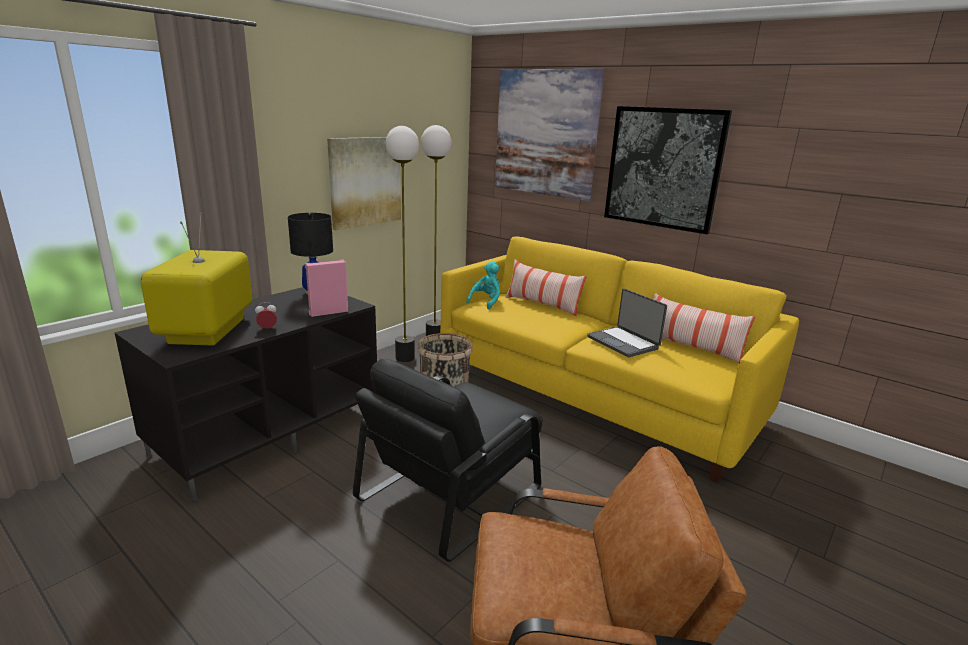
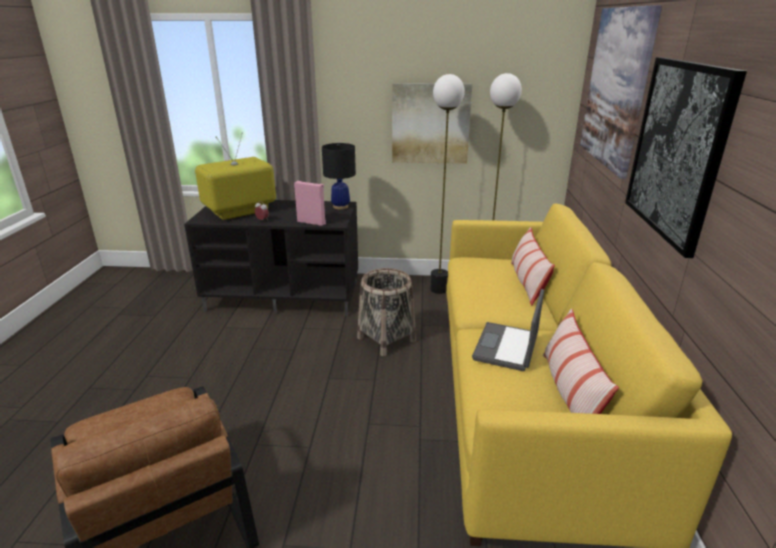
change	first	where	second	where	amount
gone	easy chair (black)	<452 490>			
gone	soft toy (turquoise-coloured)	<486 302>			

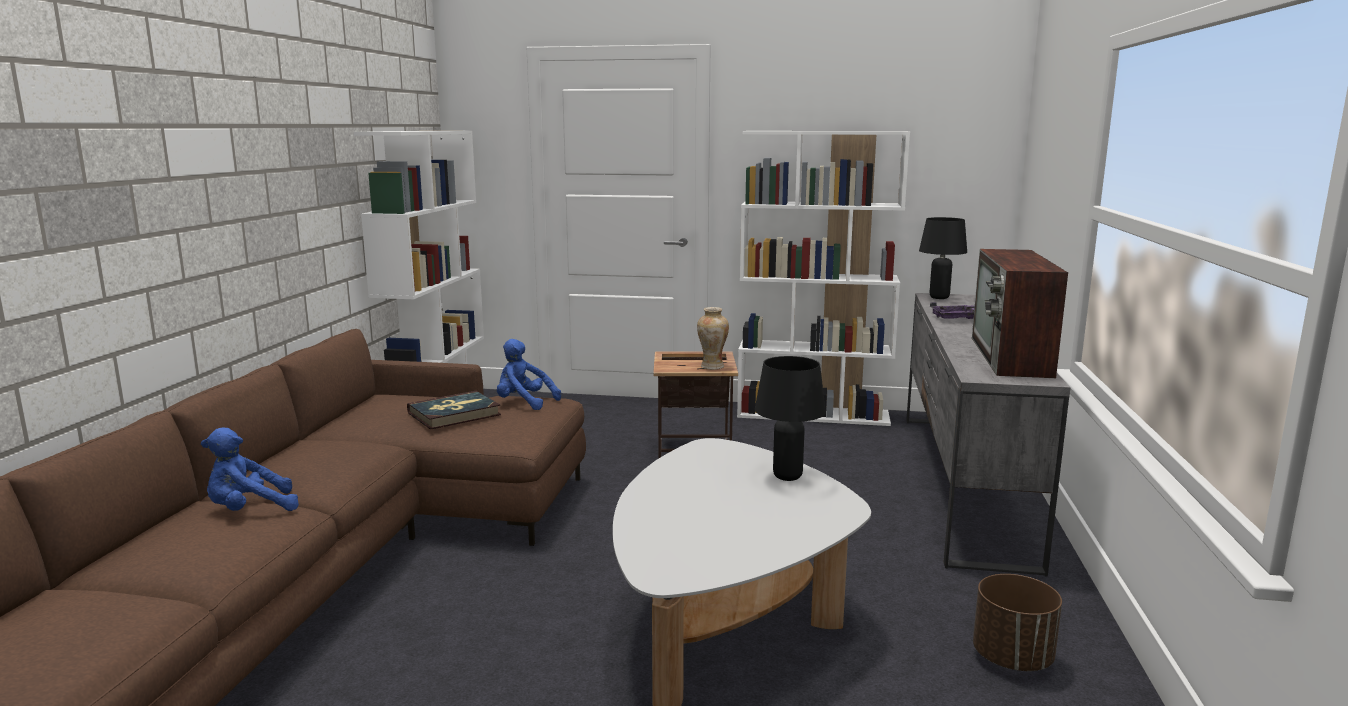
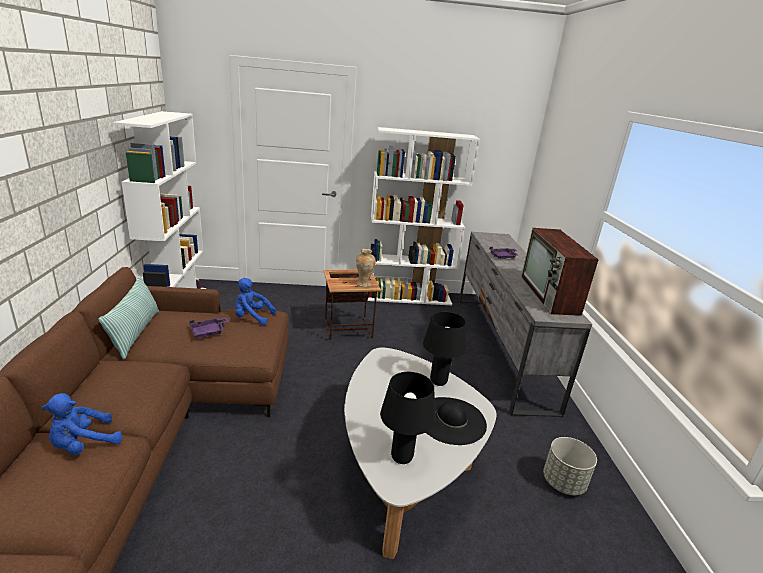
change	first	where	second	where	amount
swapped	volume	<454 414>	tray (purple-coloured)	<209 332>	
shifted	table lamp (black)	<938 297>		<401 457>	
repainted	plant pot (brown)	<1012 658>	plant pot (grey)	<563 482>	
new			throw pillow	<135 333>	
new			hat (black)	<451 420>	

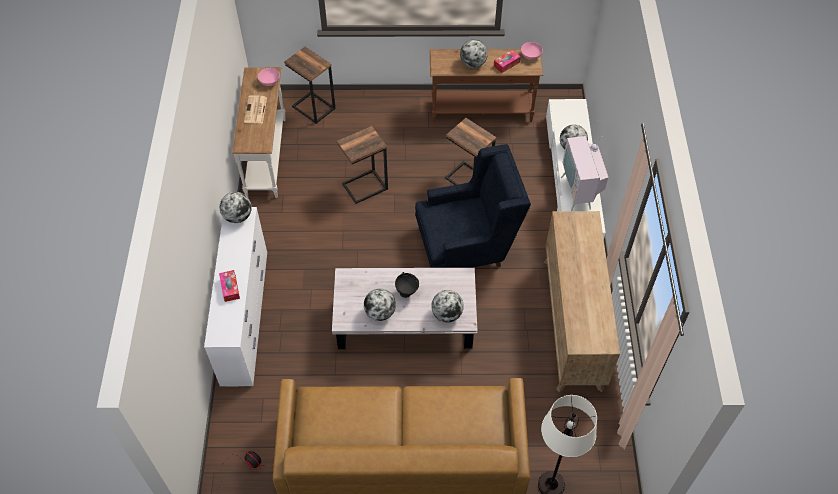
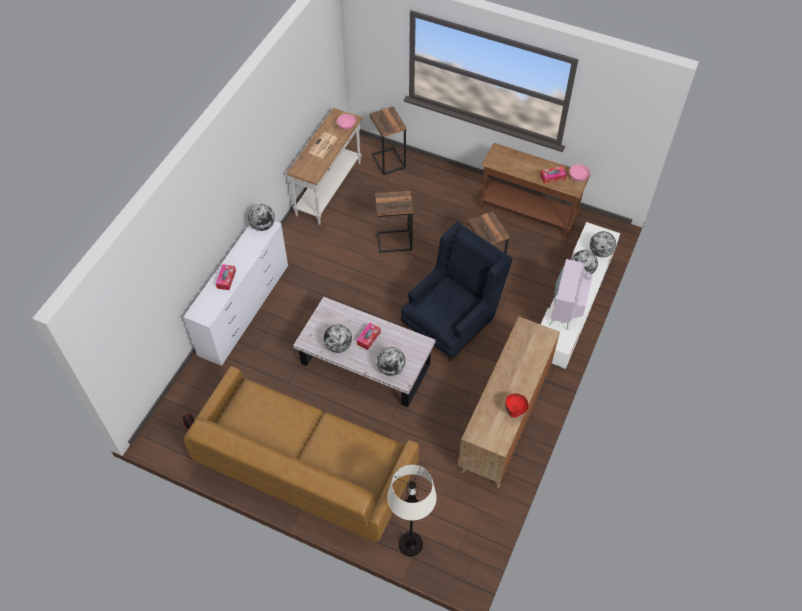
change	first	where	second	where	amount
swapped	bowl (black)	<407 292>	tissue holder	<368 338>	
rotated	easy chair (blue)	<467 245>		<452 321>	60 degrees counterclockwise
shifted	globe	<473 64>		<600 252>	
new			bowl (red-coloured)	<514 412>	

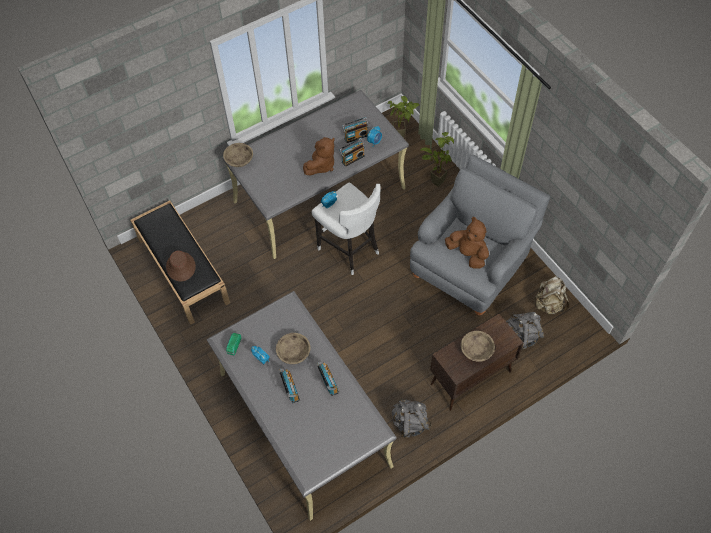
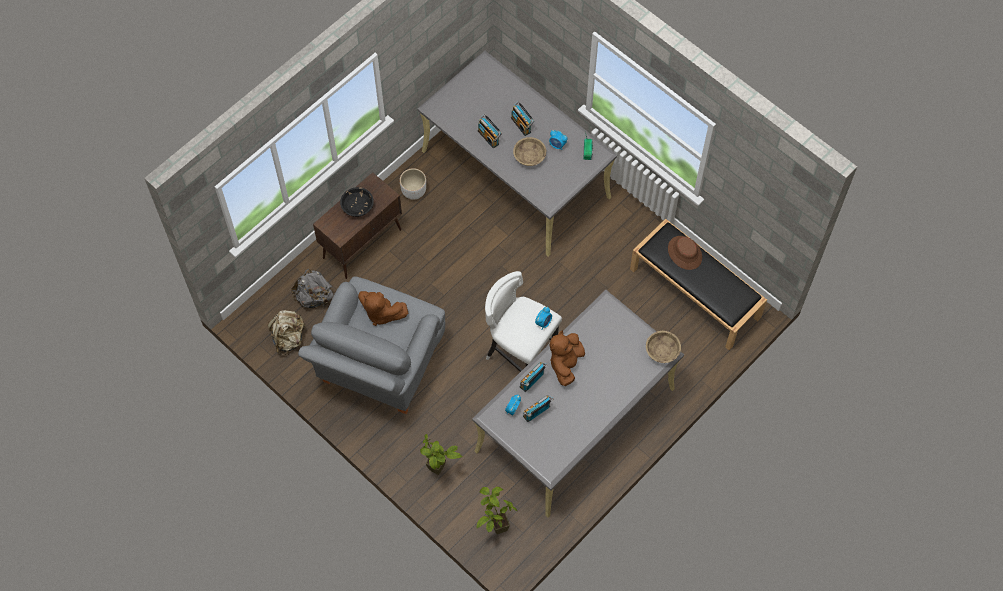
change	first	where	second	where	amount
swapped	backpack (grey)	<410 423>	plant pot (white)	<414 191>	
repainted	bowl (beige-coloured)	<476 350>	bowl (black)	<357 206>	

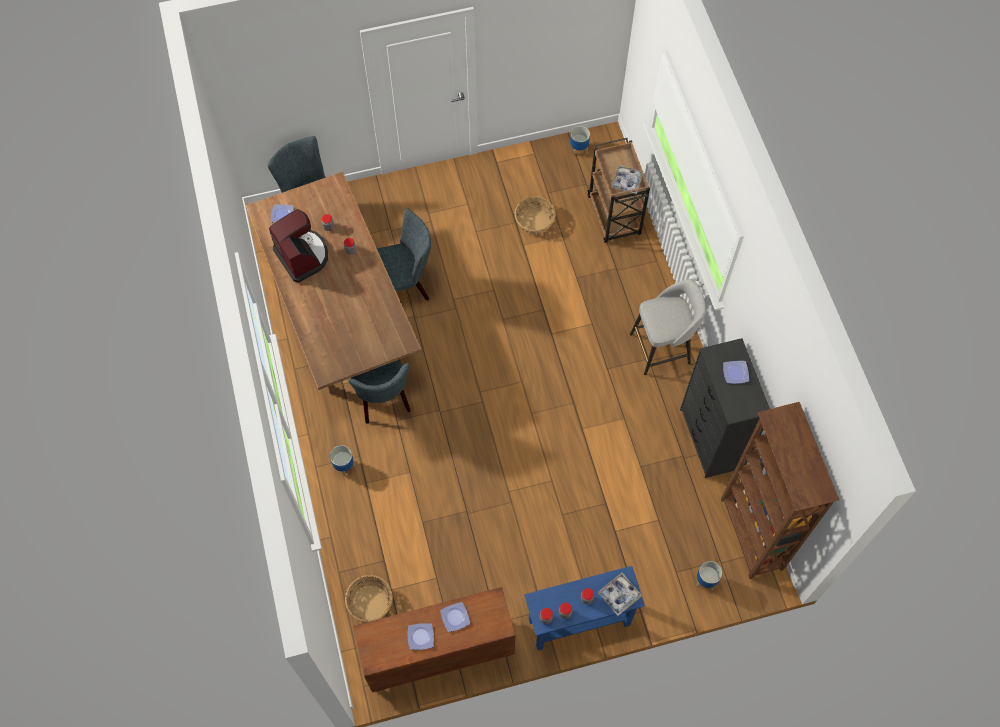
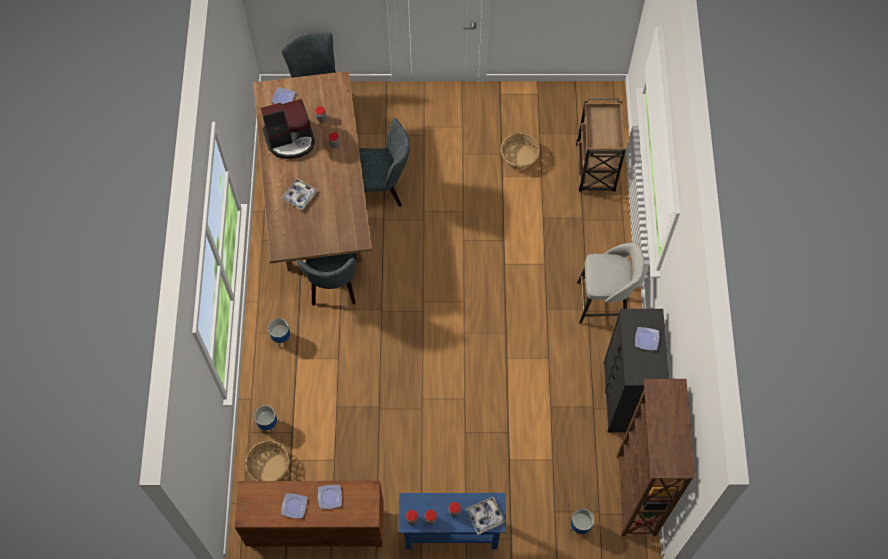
change	first	where	second	where	amount
rotated	coffee maker	<302 256>		<290 139>	90 degrees clockwise
shifted	plant pot	<579 149>		<268 424>	
shifted	tray	<627 181>		<299 196>	

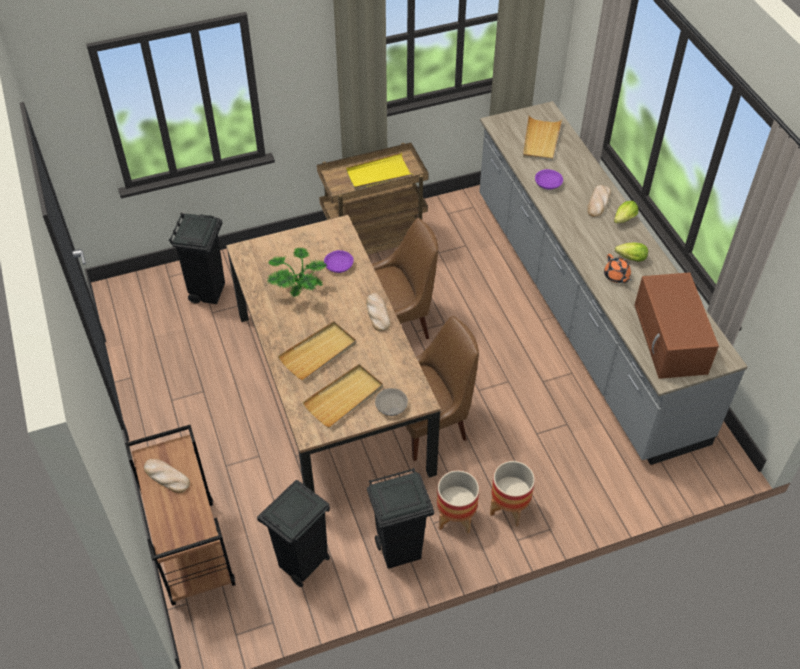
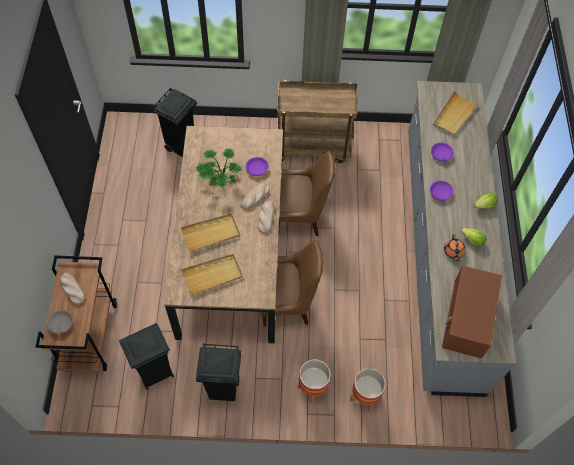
change	first	where	second	where	amount
gone	tray (yellow)	<378 174>			
shifted	bowl (grey)	<391 406>		<61 324>	
shifted	plant pot	<455 518>		<365 397>	
shifted	baked bread	<598 202>		<255 197>	
new			bowl (purple-coloured)	<440 193>	

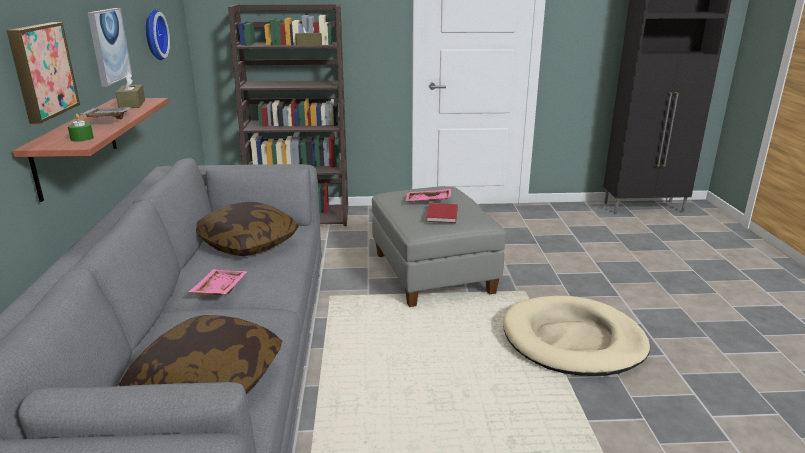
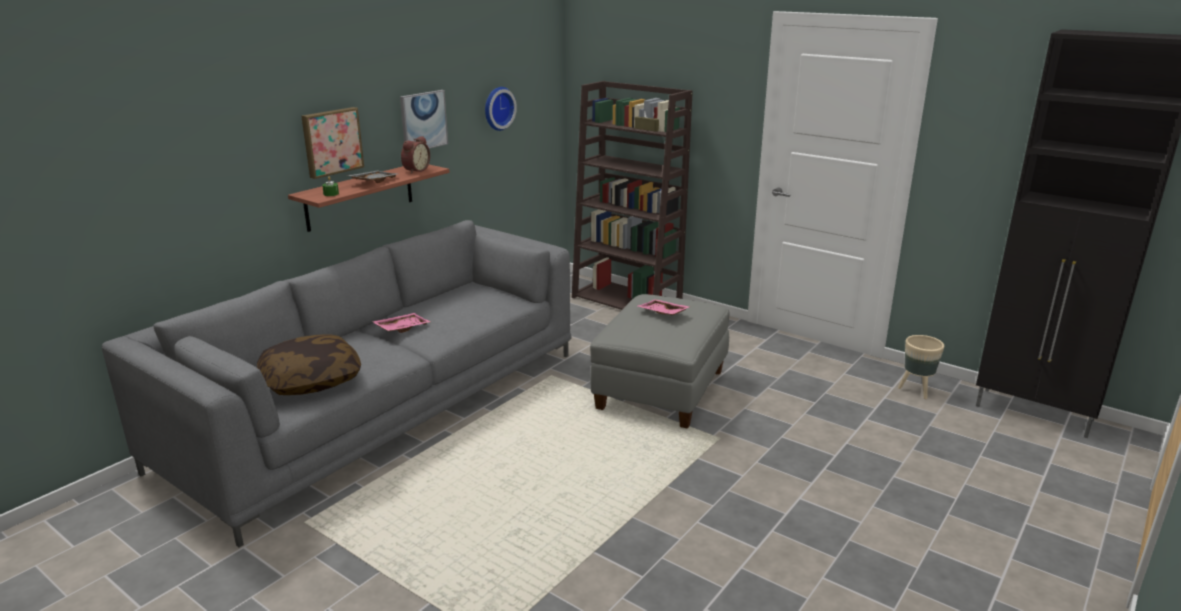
change	first	where	second	where	amount
swapped	tissue holder (brown)	<132 104>	bedside clock	<415 170>	
gone	throw pillow	<248 244>			
gone	volume (red-coloured)	<441 215>			
gone	pet bed (beige-coloured)	<573 341>			
new			plant pot (beige-coloured)	<916 391>	

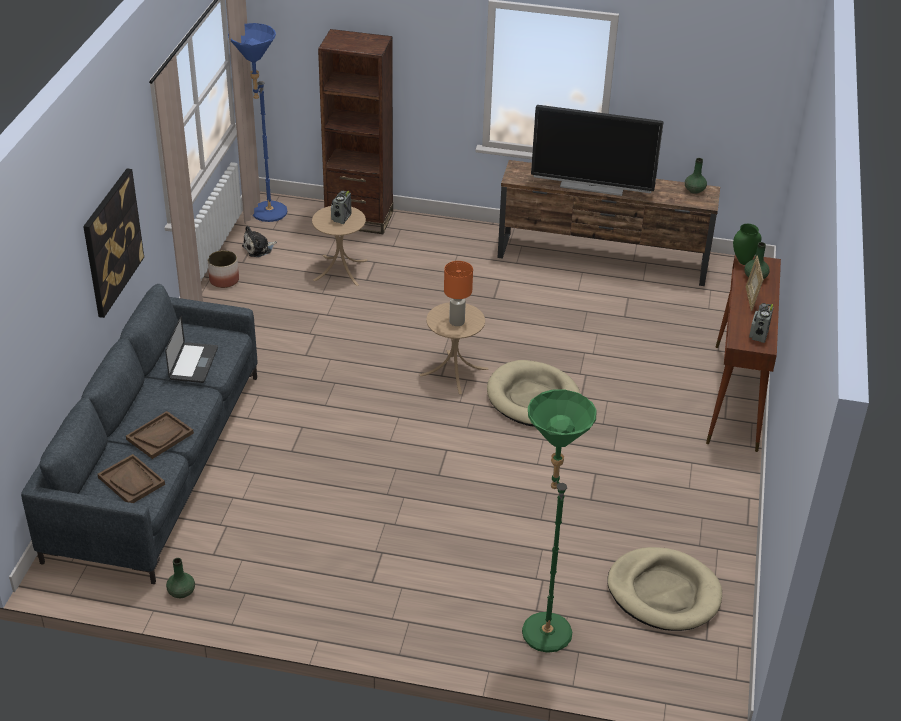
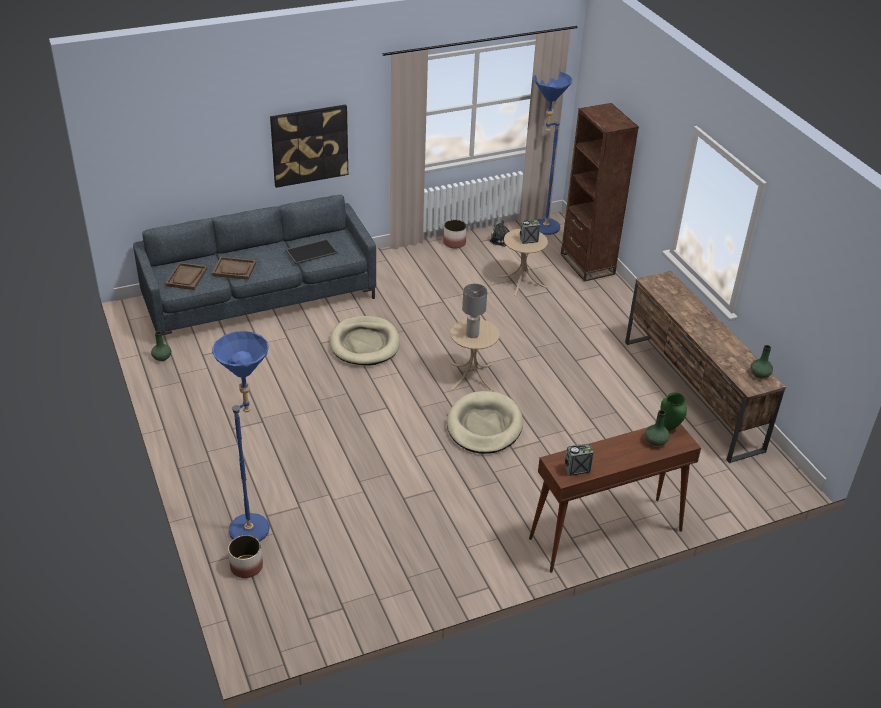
change	first	where	second	where	amount
swapped	notebook computer	<193 363>	tray	<311 251>	
repainted	table lamp (orange-coloured)	<456 322>	table lamp (grey)	<472 334>	
repainted	floor lamp (greenish)	<543 625>	floor lamp (blue)	<255 524>	
gone	TV set	<592 186>			
shifted	pet bed (beige-coloured)	<663 592>		<365 344>	
gone	photo frame	<751 299>			
new			plant pot	<246 566>	

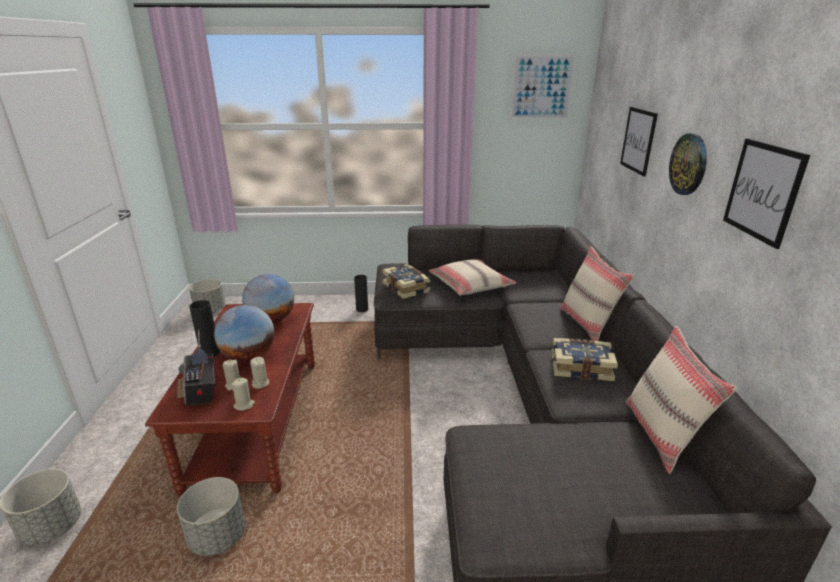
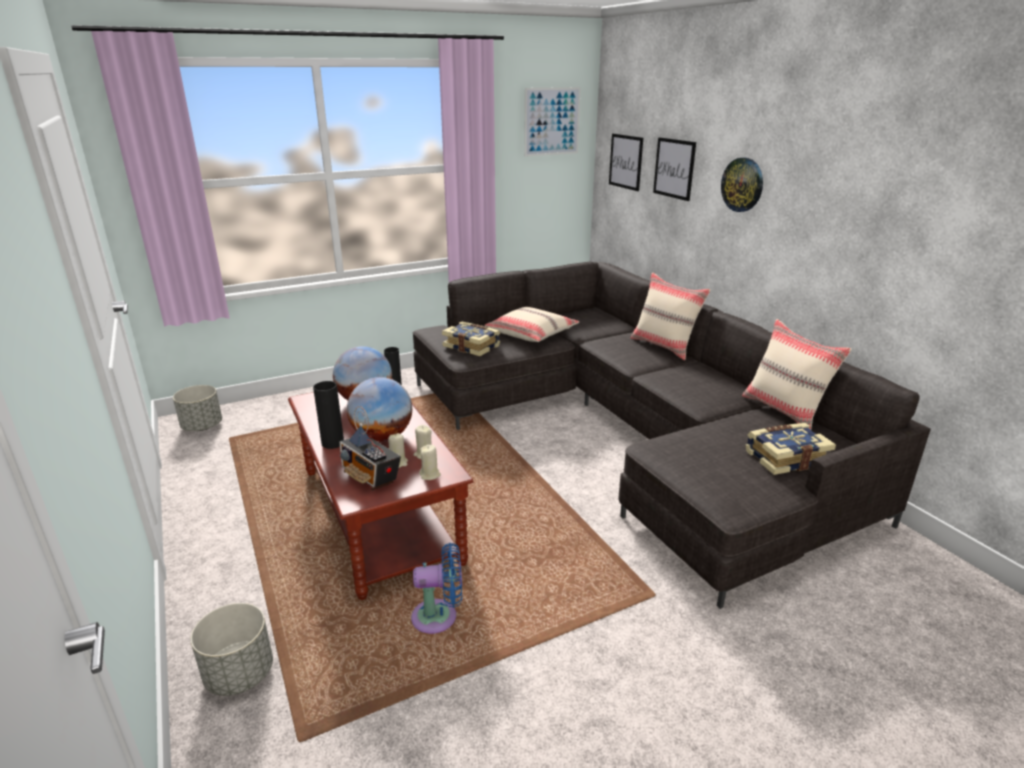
change	first	where	second	where	amount
swapped	plant pot (grey)	<217 536>	fan (blue)	<439 617>	
shifted	volume	<580 367>		<785 458>	
shifted	wall art	<763 191>		<626 161>	

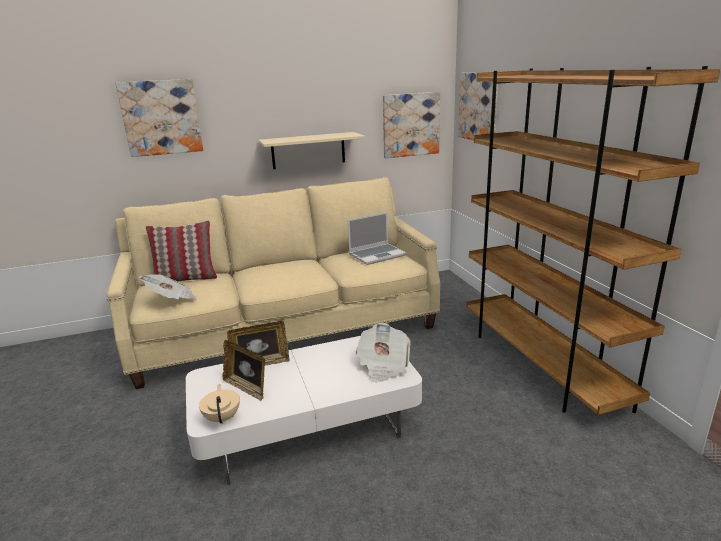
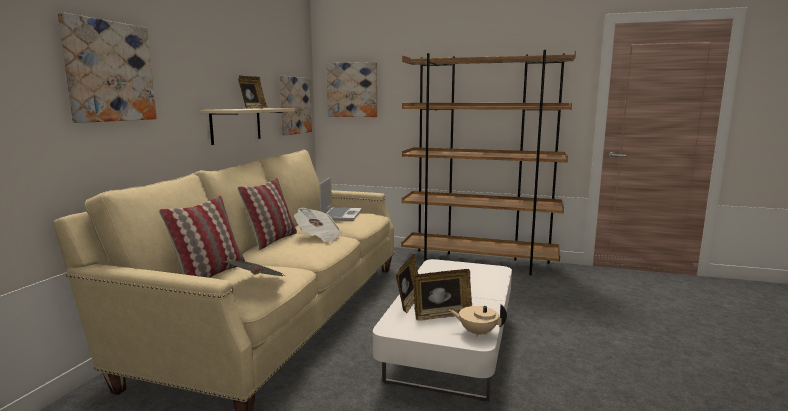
change	first	where	second	where	amount
shifted	printed paper	<383 366>		<318 237>	
new			photo frame	<253 108>	
new			throw pillow	<272 240>	

